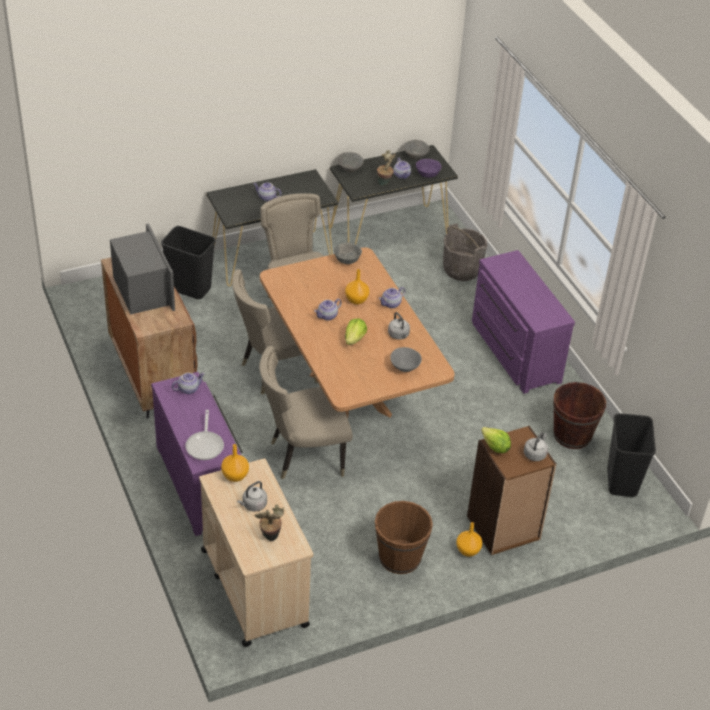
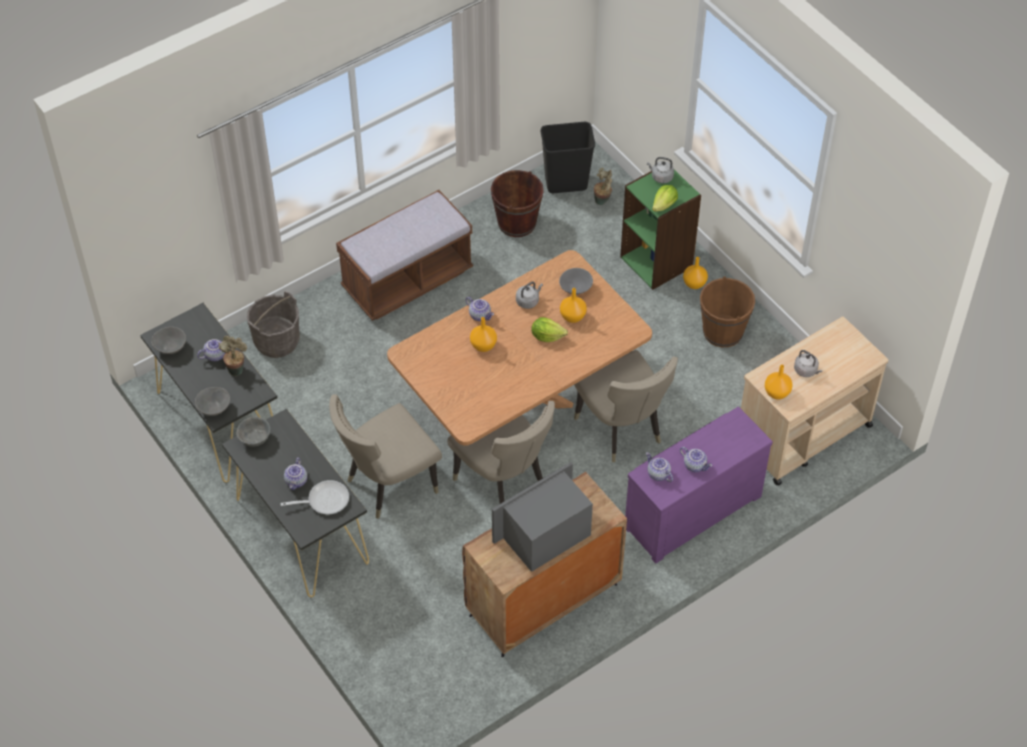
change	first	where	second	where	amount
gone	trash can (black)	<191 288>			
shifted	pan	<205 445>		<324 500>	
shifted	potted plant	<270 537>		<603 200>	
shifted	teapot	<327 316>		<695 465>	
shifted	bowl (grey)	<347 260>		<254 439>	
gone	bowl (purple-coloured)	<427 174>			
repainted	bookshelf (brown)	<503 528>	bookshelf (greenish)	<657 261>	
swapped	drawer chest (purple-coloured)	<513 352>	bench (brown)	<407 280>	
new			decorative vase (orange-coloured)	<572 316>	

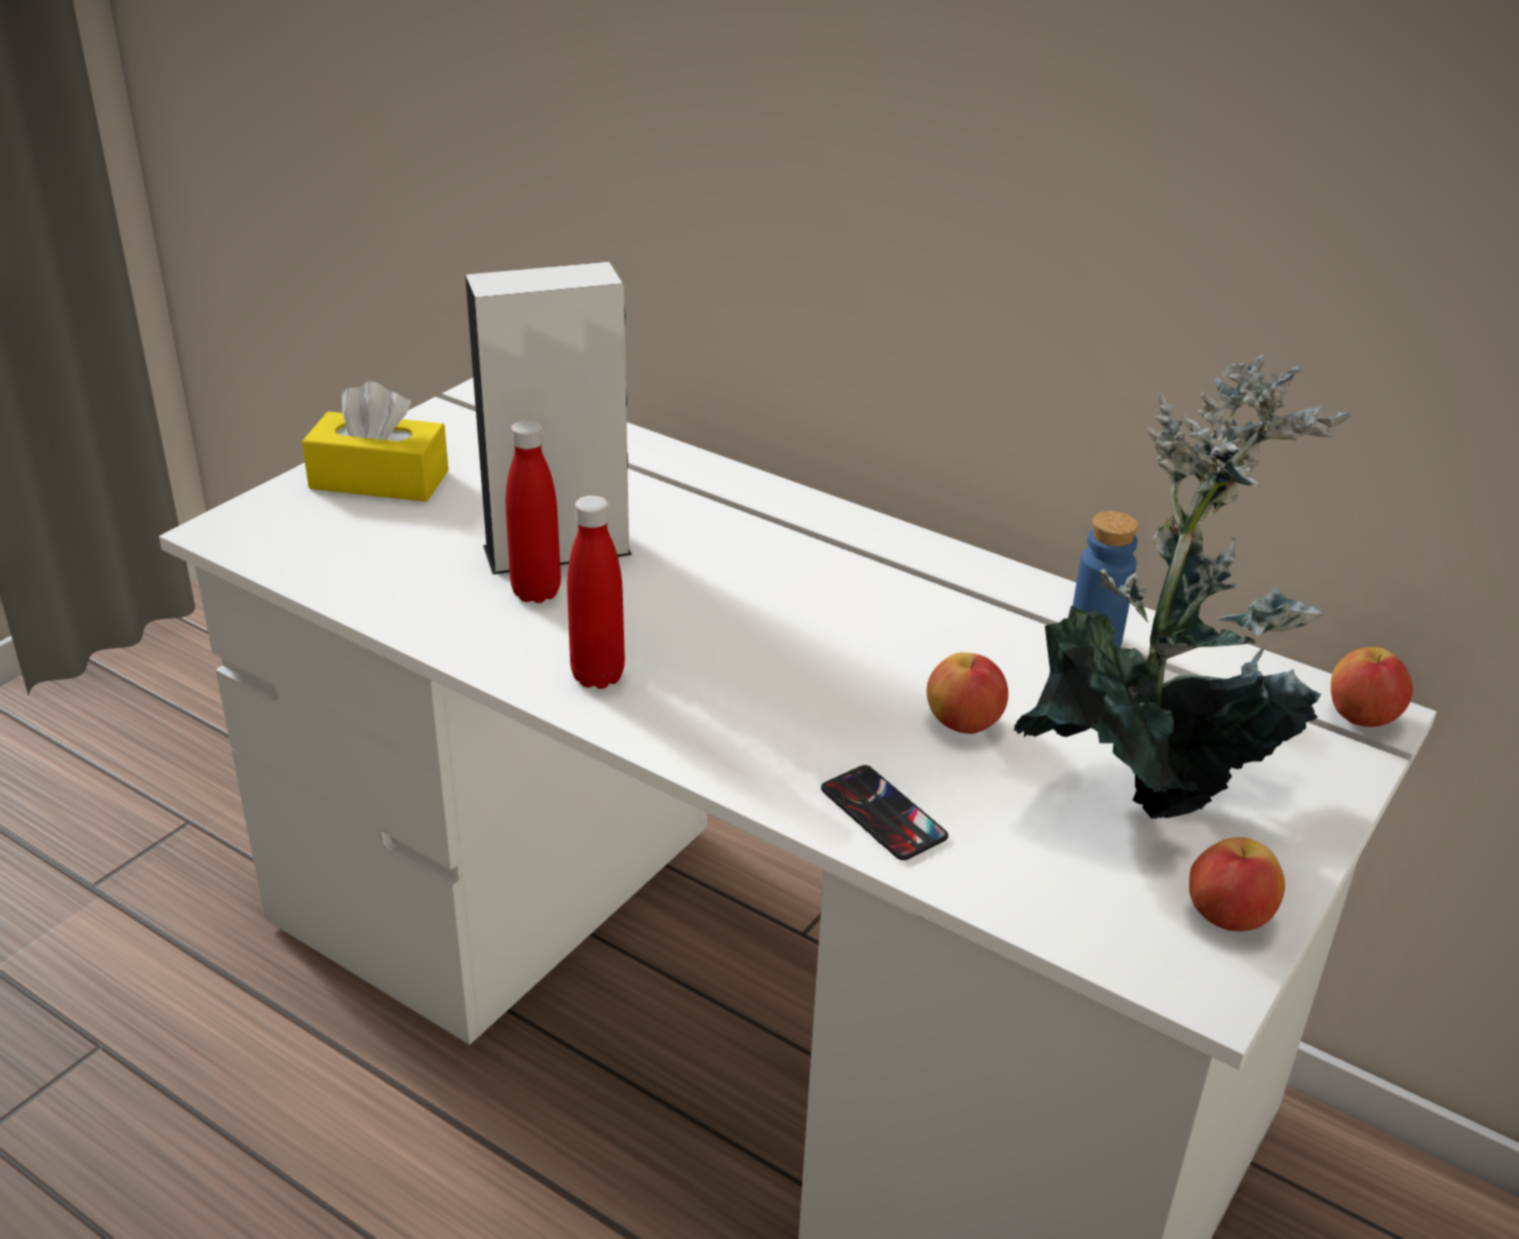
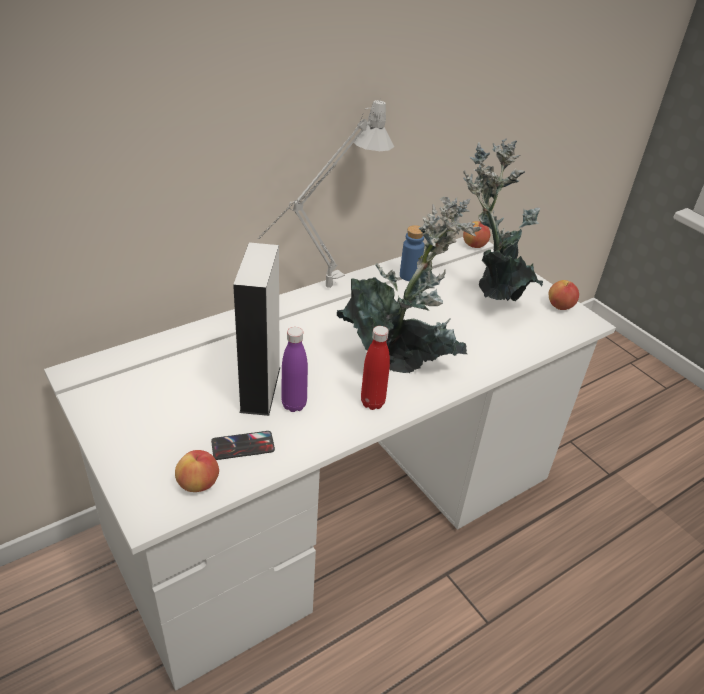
change	first	where	second	where	amount
gone	tissue holder (yellow)	<379 480>			
repainted	drink bottle (red-coloured)	<536 592>	drink bottle (purple-coloured)	<294 405>	
shifted	phone	<882 813>		<243 446>	
shifted	whole apple	<964 723>		<199 483>	
new			table lamp (grey)	<321 291>	
new			potted plant	<402 359>	

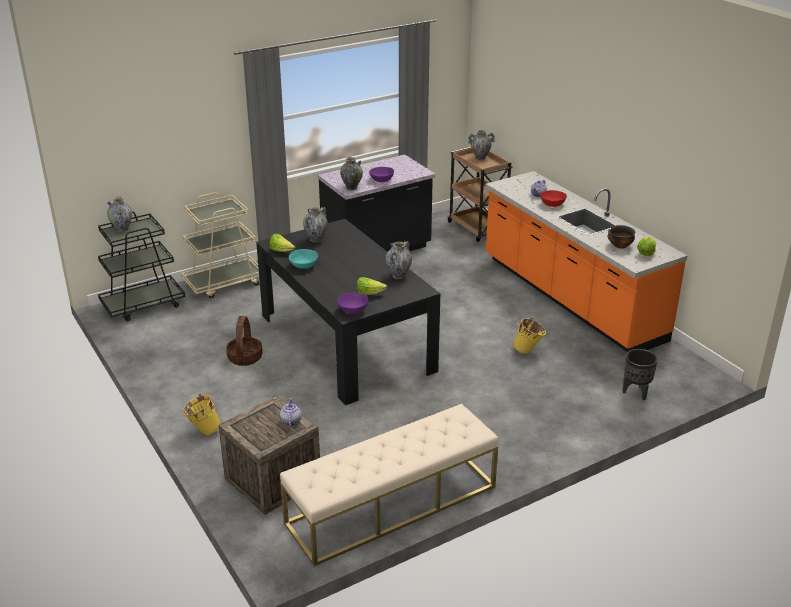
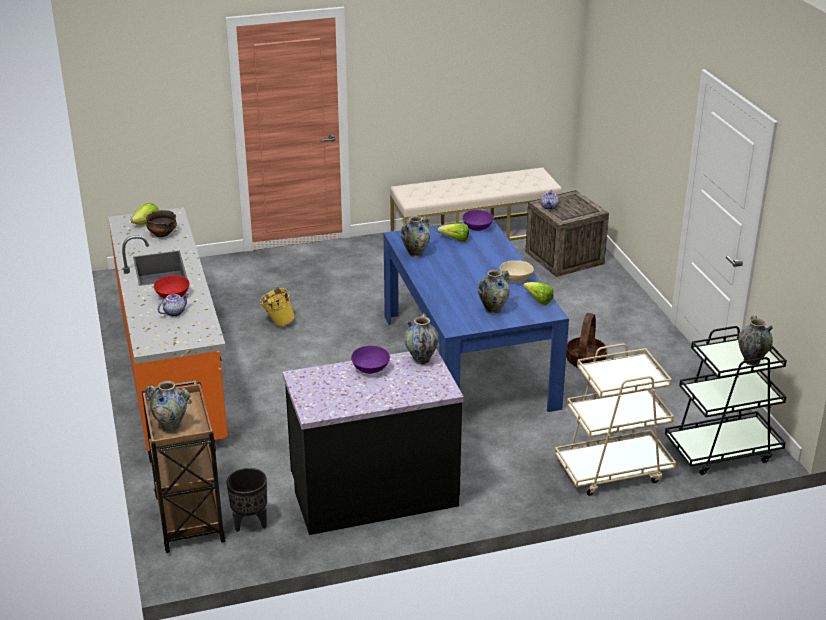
change	first	where	second	where	amount
gone	water bucket (yellow)	<203 430>			
repainted	dining table (black)	<346 342>	dining table (blue)	<468 360>	
repainted	bowl (turquoise-coloured)	<304 265>	bowl (beige-coloured)	<515 279>	
shifted	plant pot (black)	<636 393>		<250 523>	

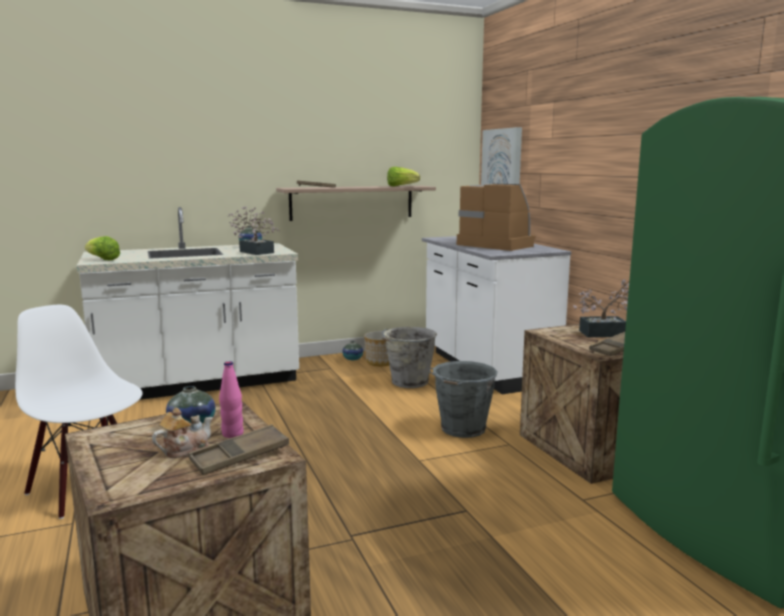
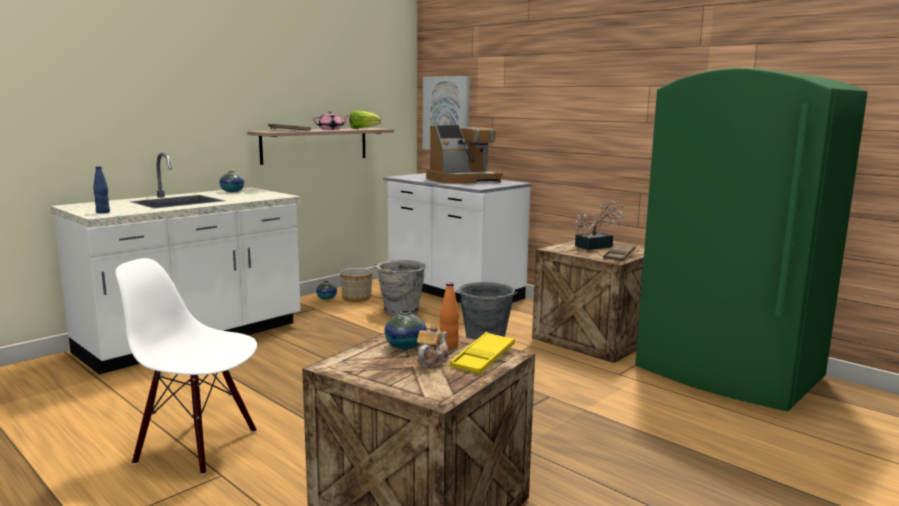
change	first	where	second	where	amount
swapped	head of lettuce	<102 259>	drink bottle (blue)	<103 212>	
repainted	tray (brown)	<240 456>	tray (yellow)	<483 358>	
repainted	drink bottle (pink-coloured)	<232 434>	drink bottle (orange-coloured)	<449 346>	
gone	potted plant	<254 252>			
rotated	coffee maker	<497 244>		<463 180>	135 degrees clockwise
new			teapot (pink-coloured)	<331 129>	

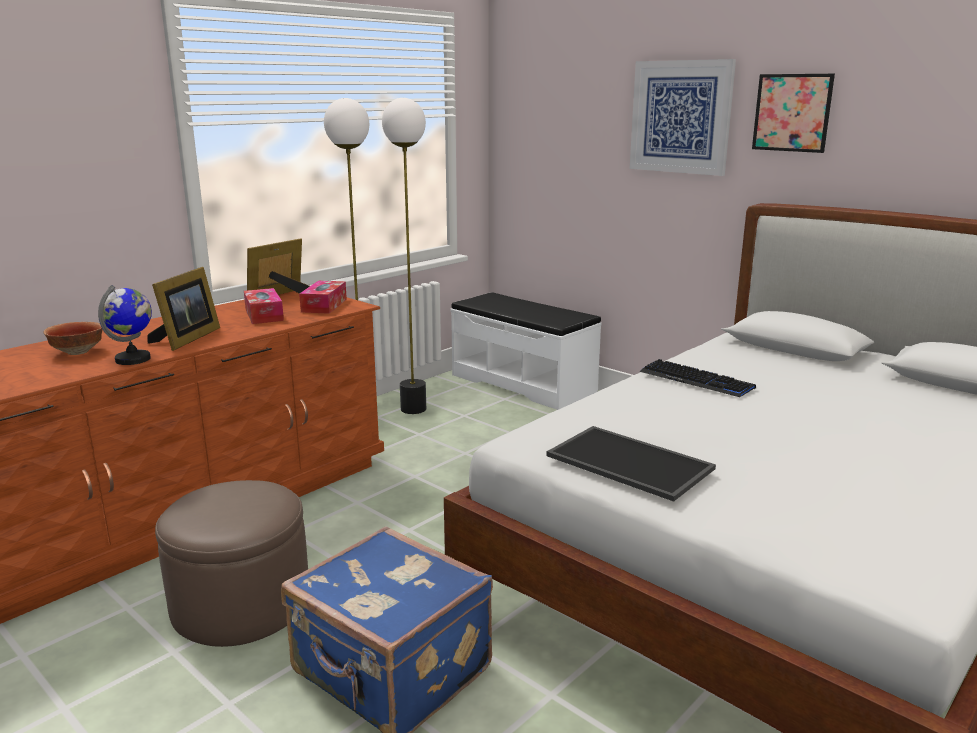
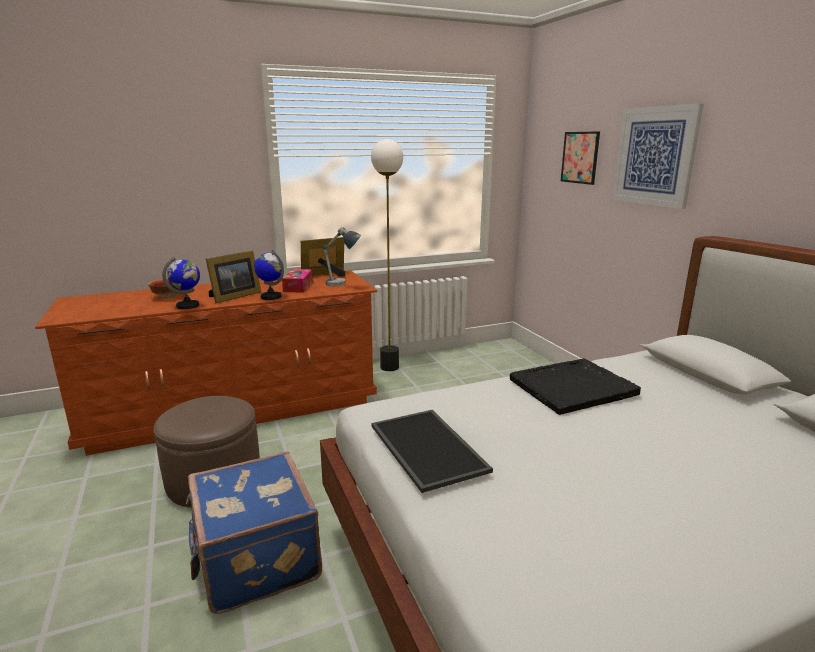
change	first	where	second	where	amount
swapped	tissue holder	<324 305>	table lamp	<342 285>	
gone	floor lamp	<414 409>			
gone	bench (white)	<523 383>			
swapped	computer keyboard	<696 380>	tray (black)	<573 387>	
shifted	wall art	<792 113>		<580 157>	
new			globe	<271 297>	

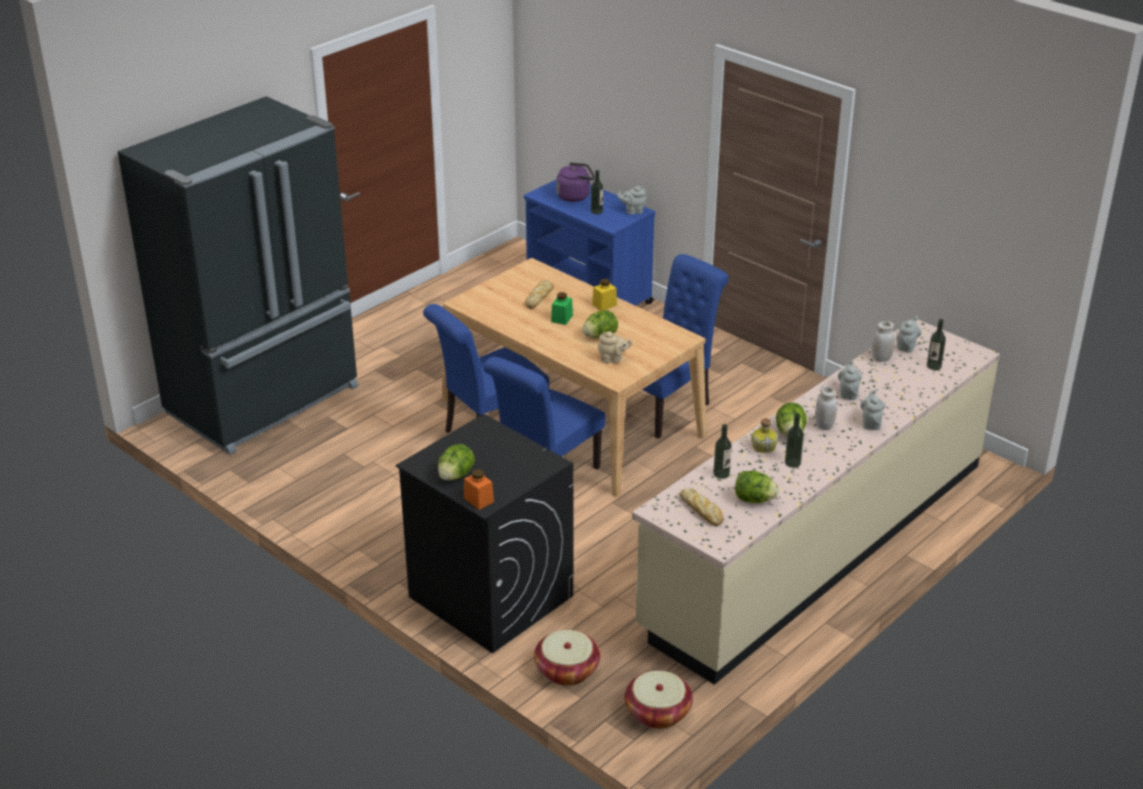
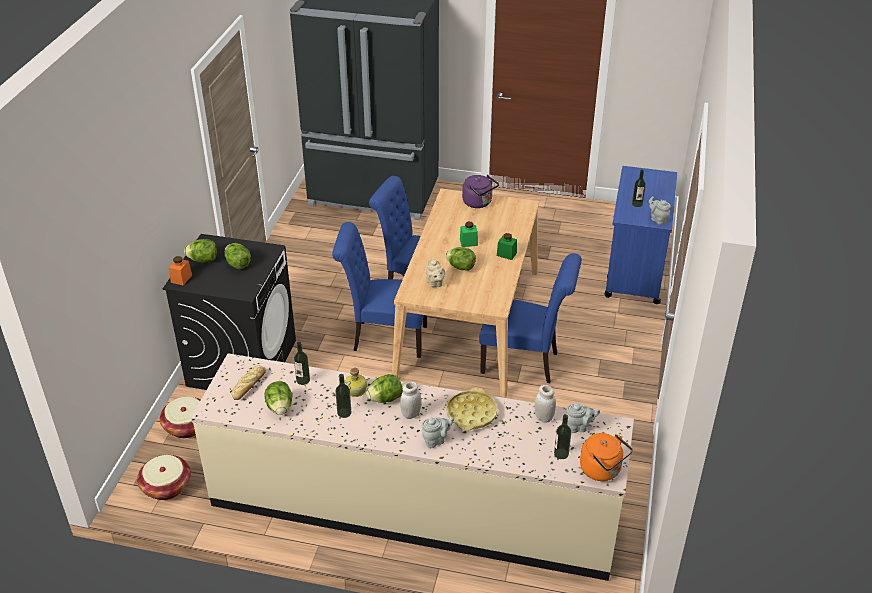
change	first	where	second	where	amount
gone	baked bread	<539 297>			
shifted	tea kettle (purple-coloured)	<575 196>		<479 203>	
repainted	jar (yellow)	<604 305>	jar (greenish)	<506 254>	
swapped	teapot (grey)	<848 393>	tray (yellow)	<471 413>	
new			head of lettuce	<238 264>	
new			tea kettle (orange-coloured)	<602 470>	

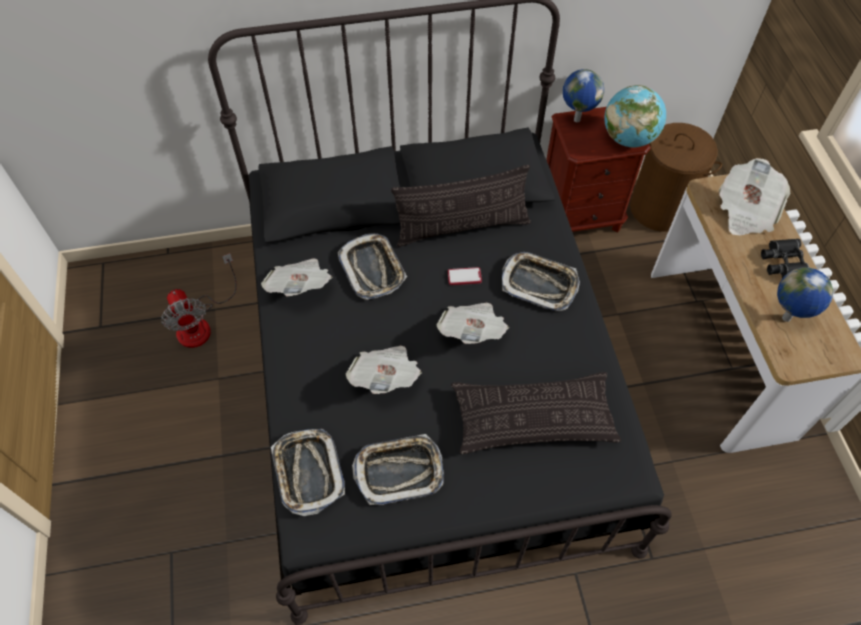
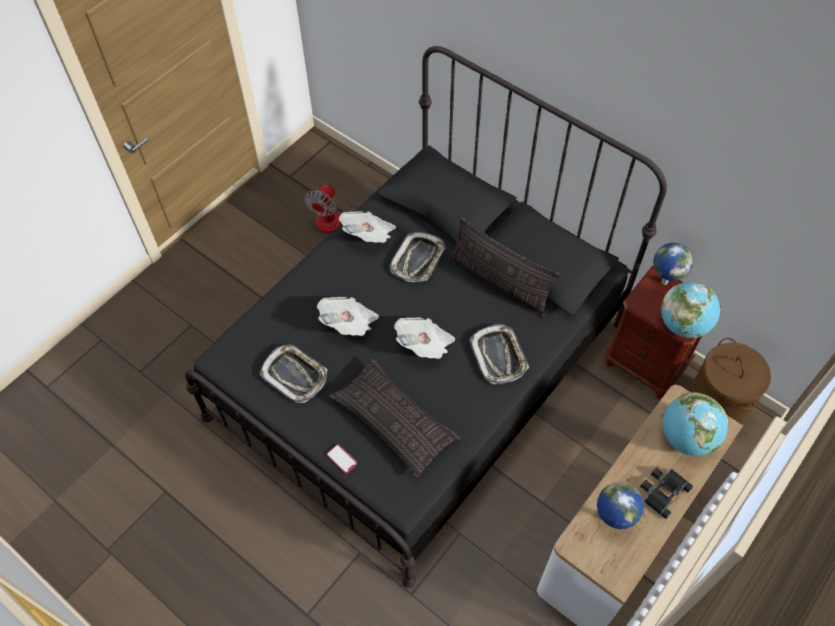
change	first	where	second	where	amount
gone	tray	<308 472>			
shifted	phone	<464 277>		<341 459>	
swapped	printed paper	<745 211>	globe	<686 437>	

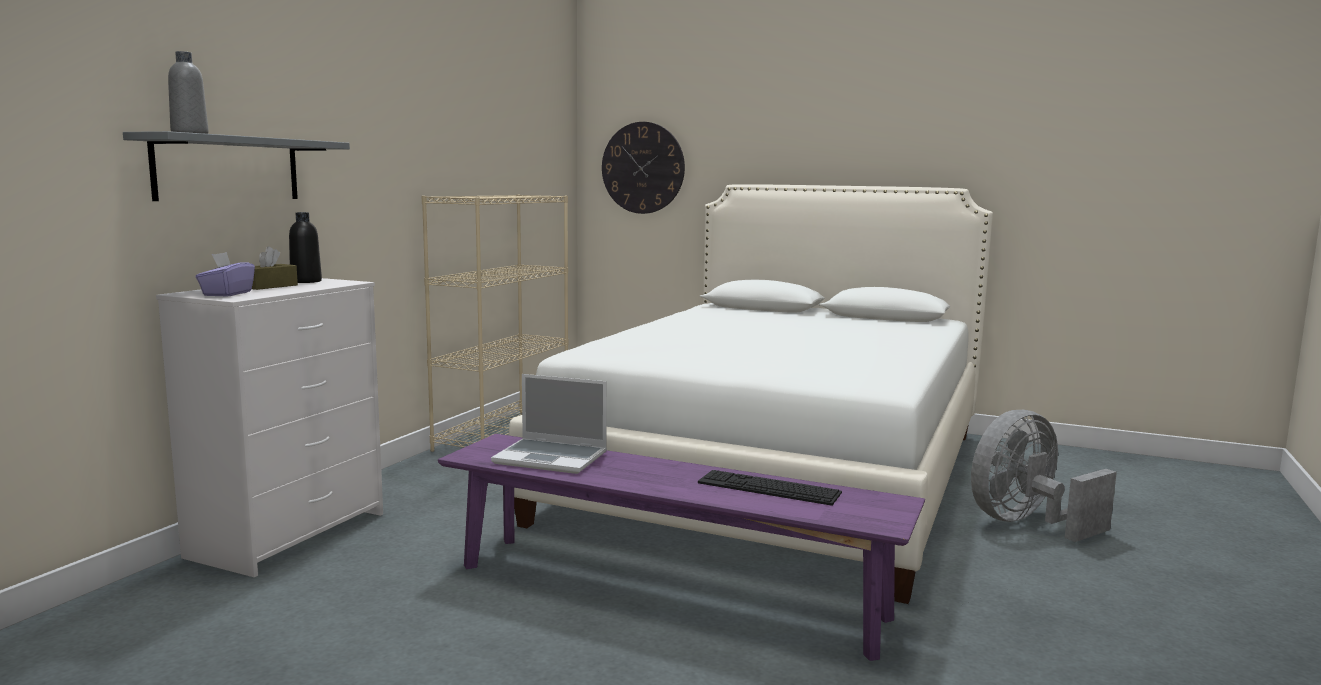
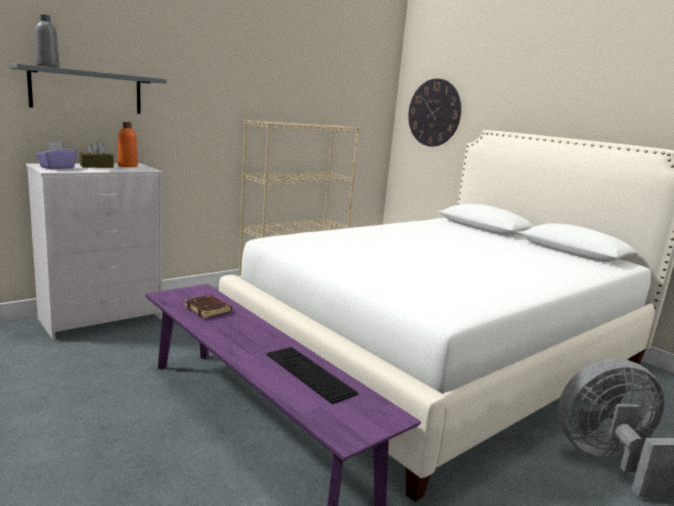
change	first	where	second	where	amount
repainted	drink bottle (black)	<306 281>	drink bottle (orange-coloured)	<127 166>	
swapped	notebook computer	<552 458>	volume (brown)	<208 309>	

